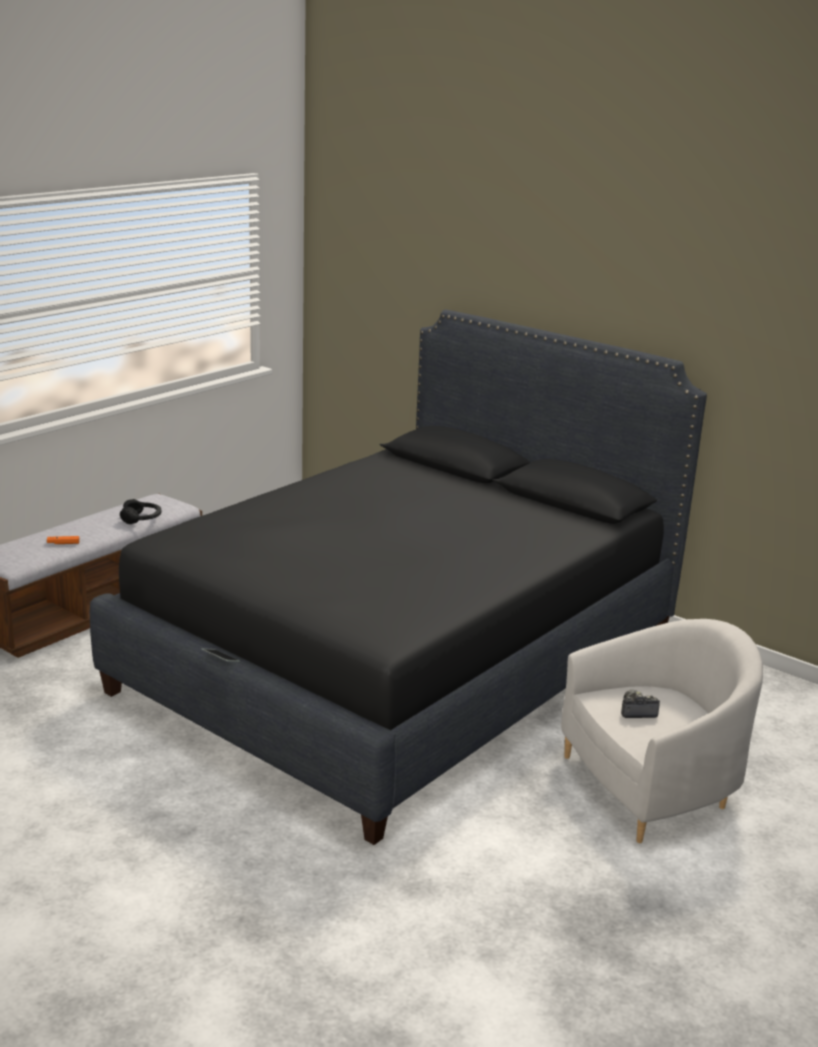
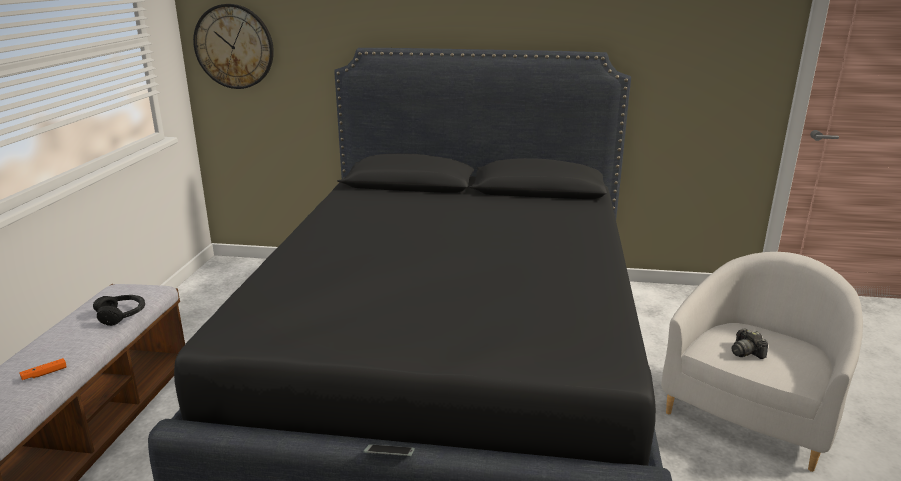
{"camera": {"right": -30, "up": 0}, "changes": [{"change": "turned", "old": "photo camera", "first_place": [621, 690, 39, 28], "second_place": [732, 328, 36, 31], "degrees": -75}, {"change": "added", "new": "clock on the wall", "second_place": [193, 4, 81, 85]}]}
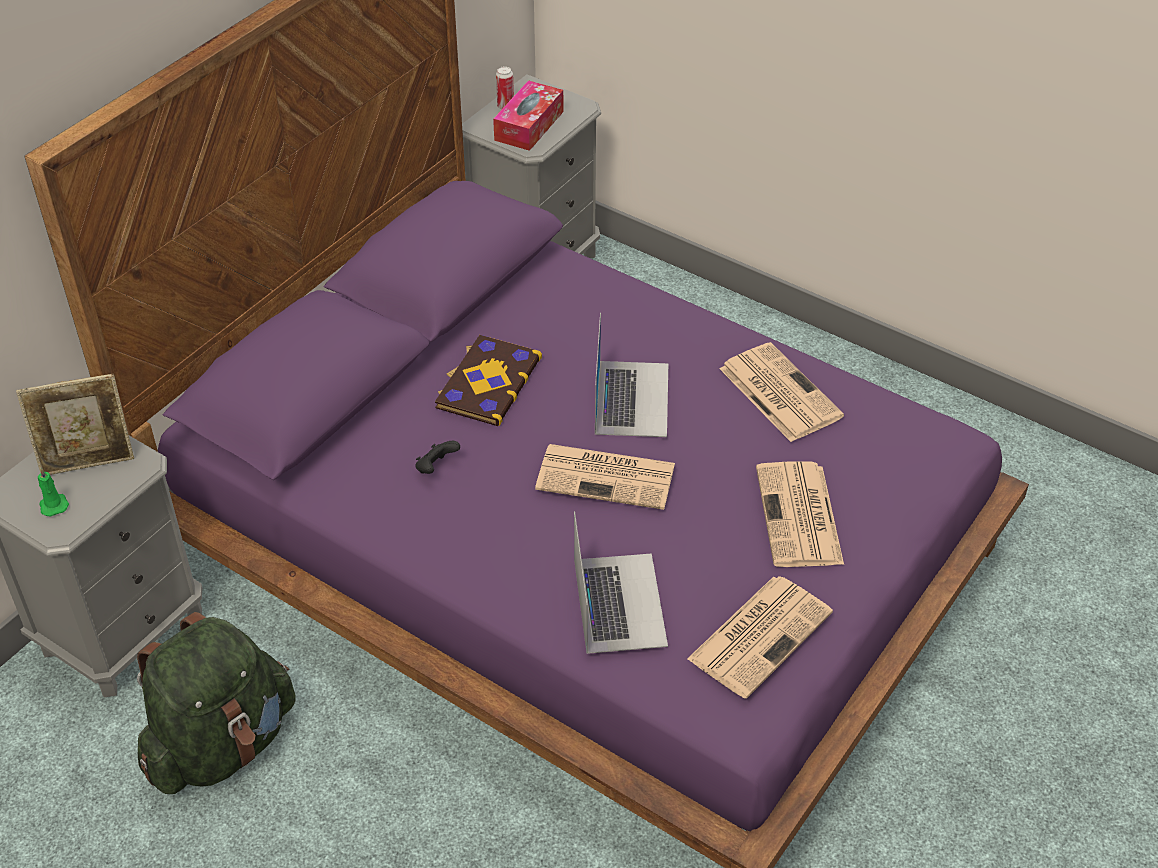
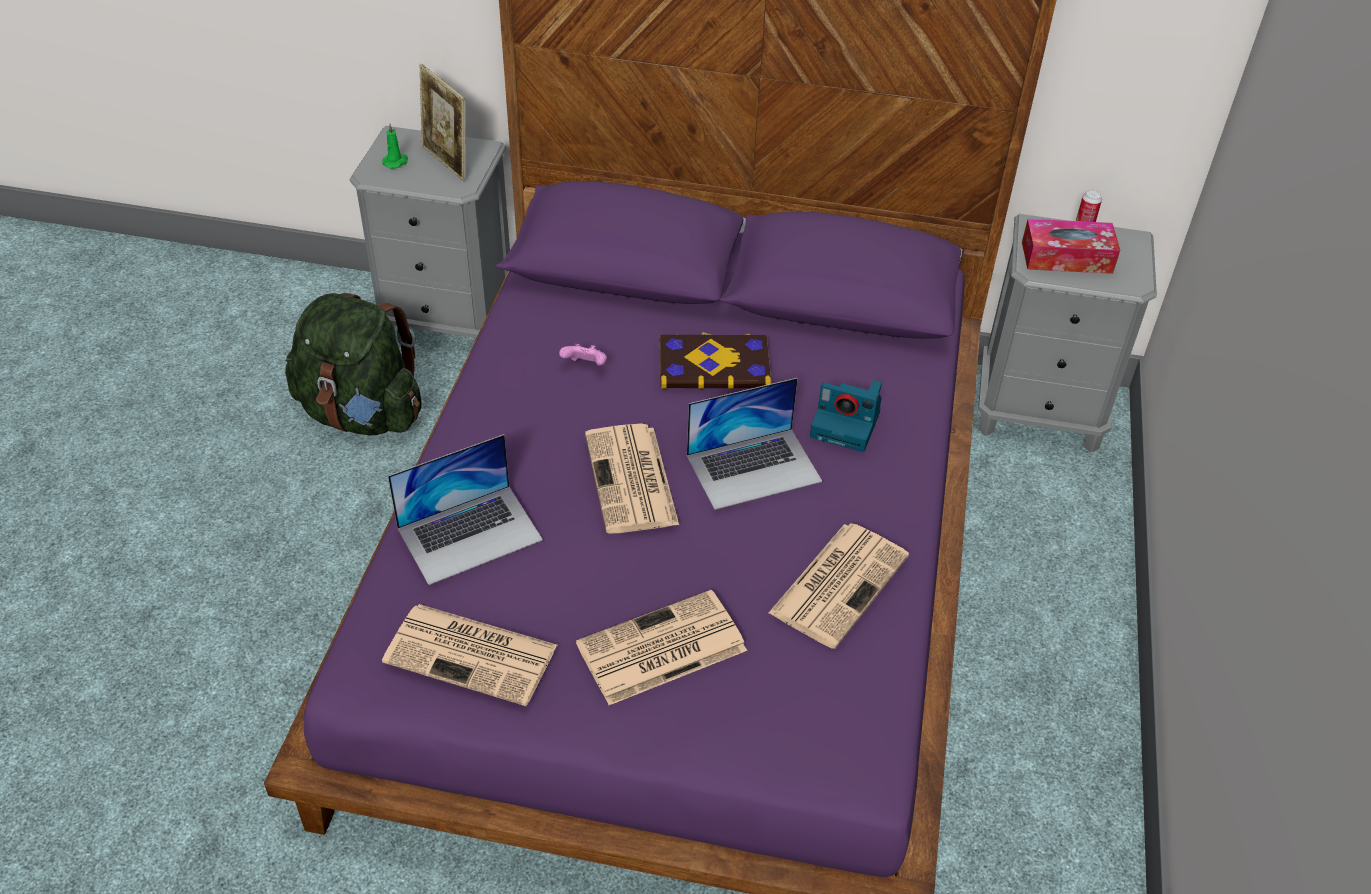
{"camera": {"right": 65, "up": 0}, "changes": [{"change": "recoloured", "old": "joypad in blackish", "new": "joypad in pink", "first_place": [415, 441, 45, 33], "second_place": [559, 344, 48, 22]}, {"change": "added", "new": "photo camera", "second_place": [810, 380, 72, 72]}]}
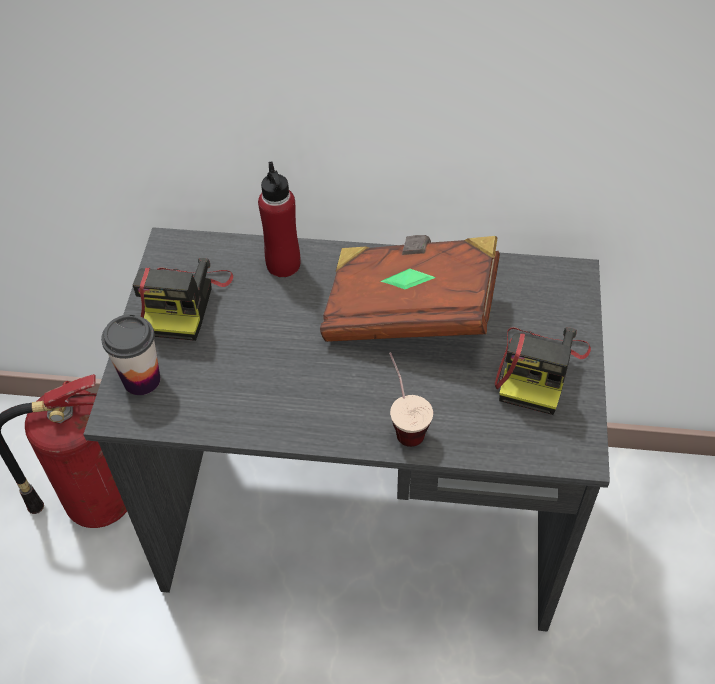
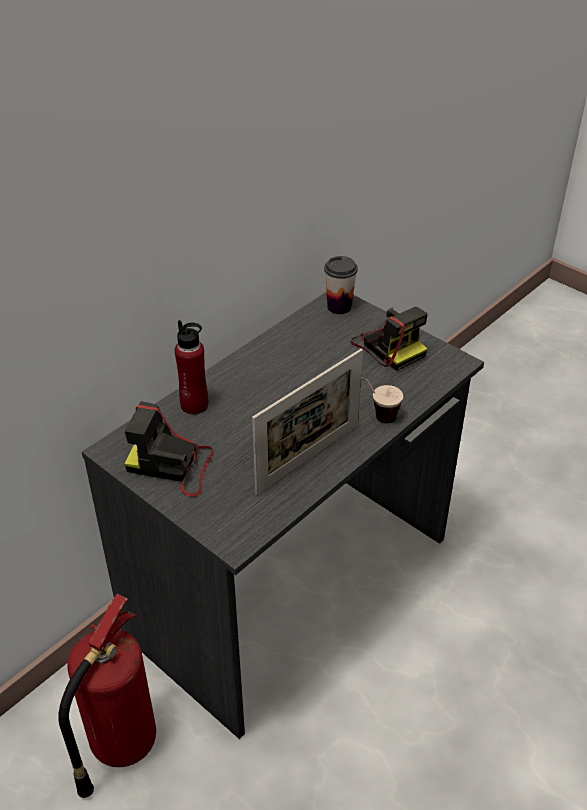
{"camera": {"right": -55, "up": -10}, "changes": [{"change": "moved", "old": "small cup", "first_place": [101, 315, 59, 80], "second_place": [324, 256, 34, 58]}, {"change": "turned", "old": "photo camera", "first_place": [133, 258, 100, 83], "second_place": [124, 401, 90, 96], "degrees": 150}, {"change": "removed", "old": "bound book in brown-coloured", "first_place": [320, 235, 180, 107]}, {"change": "added", "new": "photo frame", "second_place": [252, 349, 111, 146]}]}
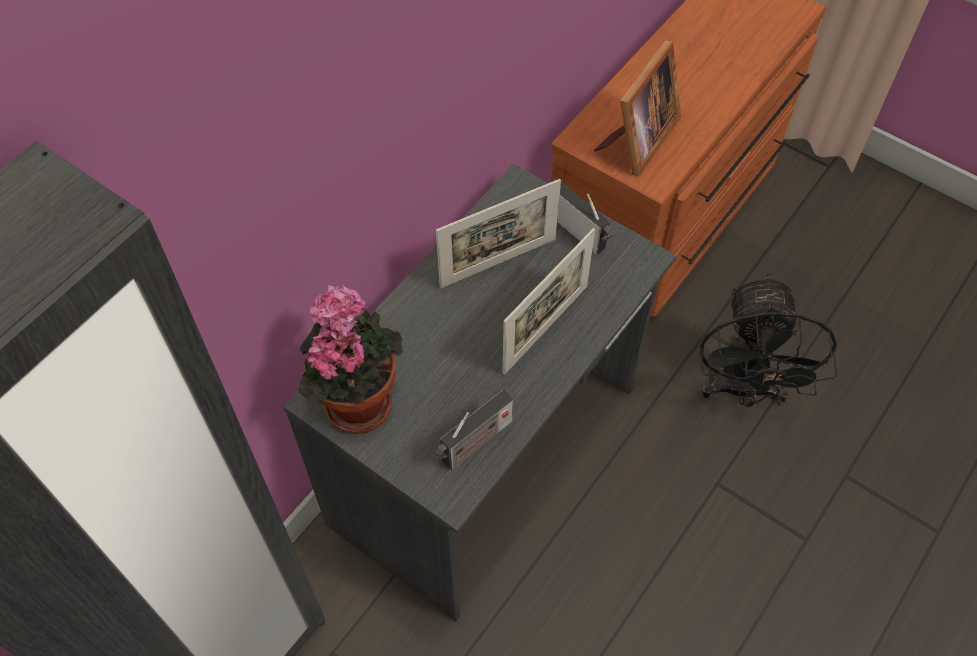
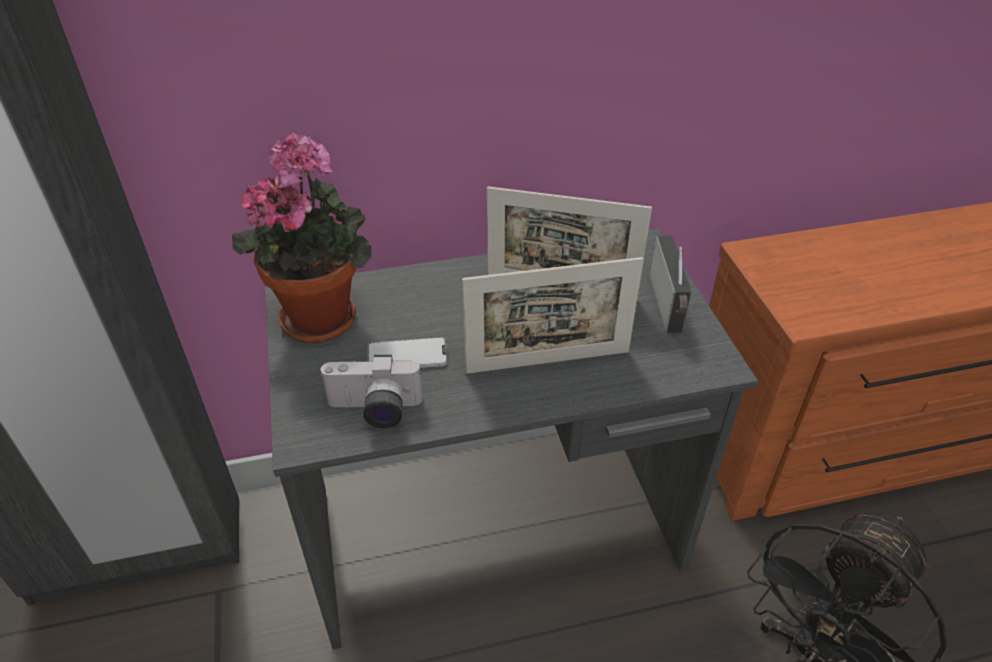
{"camera": {"right": 40, "up": -15}, "changes": [{"change": "replaced", "old": "radio", "new": "photo camera", "first_place": [436, 390, 77, 80], "second_place": [319, 355, 104, 73]}, {"change": "removed", "old": "photo frame", "first_place": [594, 40, 87, 136]}, {"change": "added", "new": "telephone", "second_place": [368, 337, 79, 31]}]}
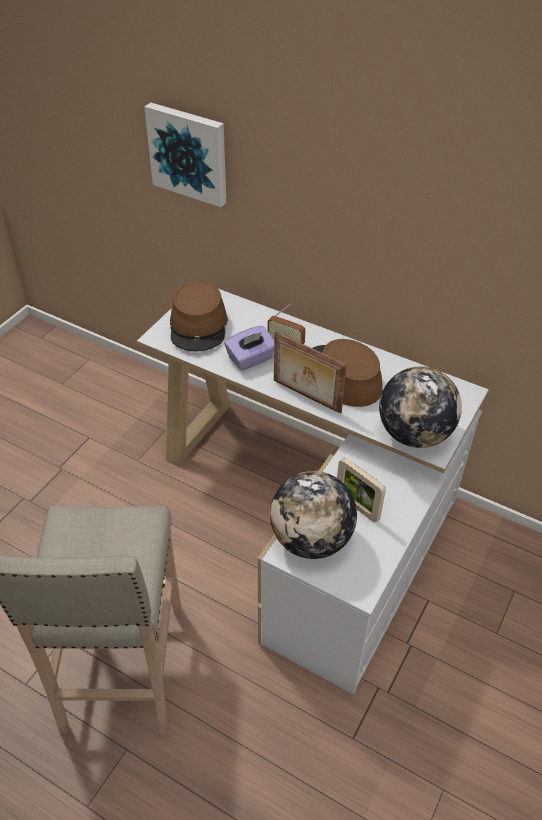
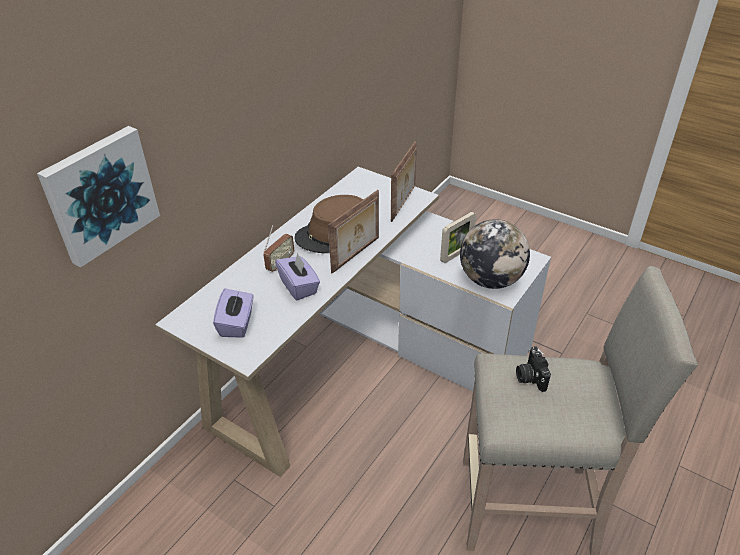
{"camera": {"right": -85, "up": -5}, "changes": [{"change": "replaced", "old": "hat in brown-coloured", "new": "tissue holder in purple", "first_place": [170, 281, 58, 71], "second_place": [213, 288, 41, 50]}, {"change": "replaced", "old": "desk globe", "new": "photo frame", "first_place": [379, 366, 83, 82], "second_place": [391, 141, 26, 81]}, {"change": "added", "new": "photo camera", "second_place": [516, 346, 35, 46]}]}
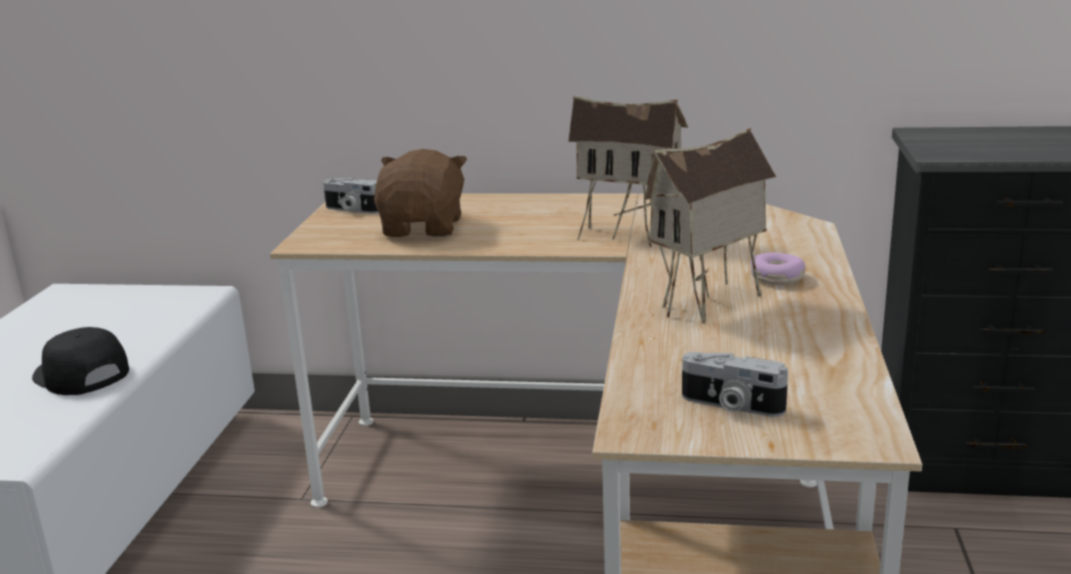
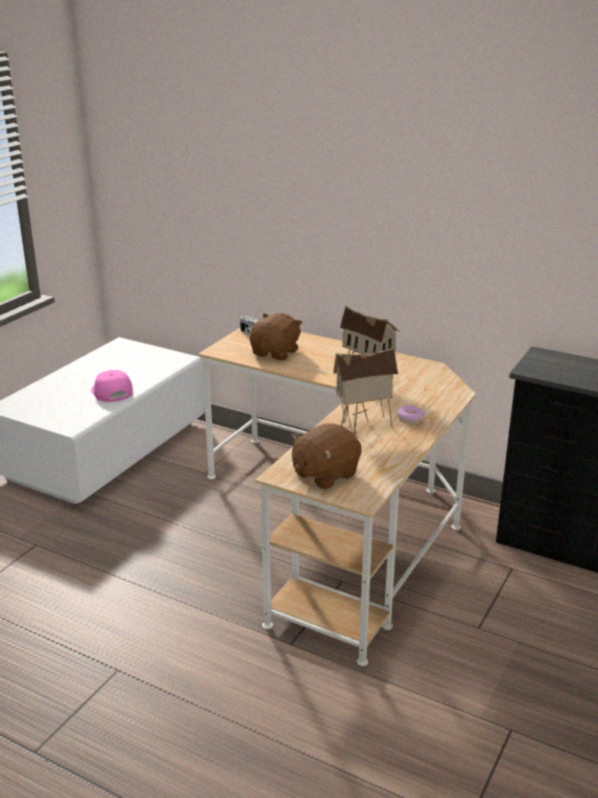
{"camera": {"right": 20, "up": 5}, "changes": [{"change": "recoloured", "old": "baseball cap in blackish", "new": "baseball cap in pink", "first_place": [32, 327, 97, 68], "second_place": [91, 370, 42, 32]}, {"change": "replaced", "old": "photo camera", "new": "soft toy in brown-coloured", "first_place": [682, 352, 106, 65], "second_place": [291, 423, 71, 66]}]}
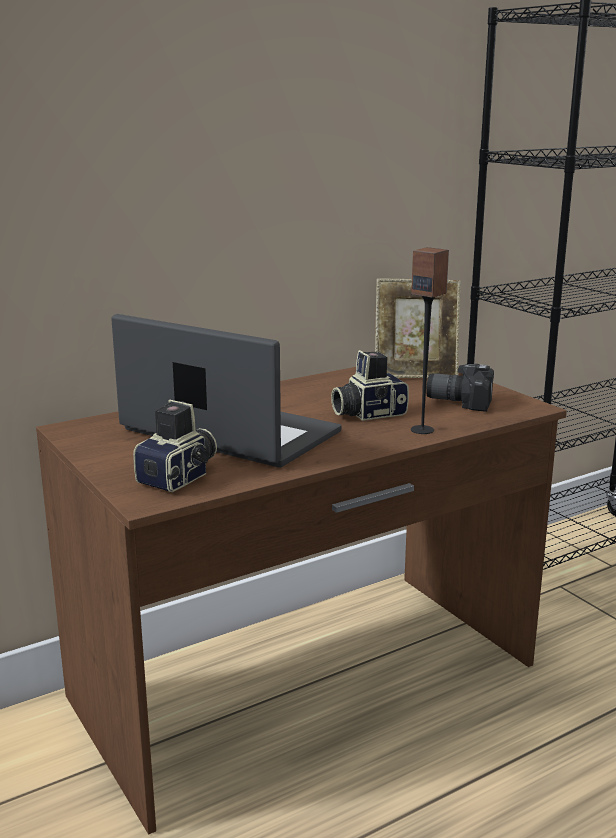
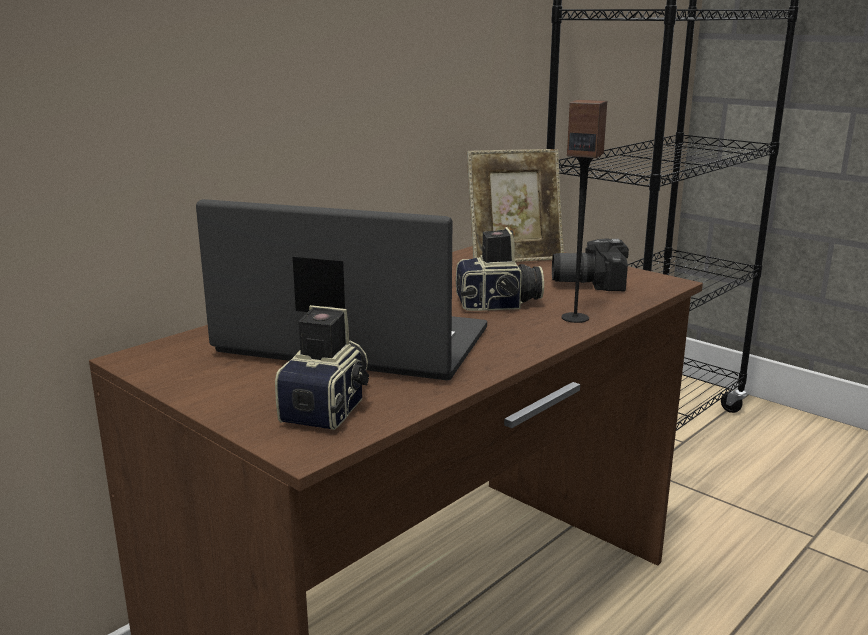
{"camera": {"right": -15, "up": 0}, "changes": [{"change": "turned", "old": "photo camera", "first_place": [331, 350, 78, 71], "second_place": [456, 227, 88, 84], "degrees": -150}]}
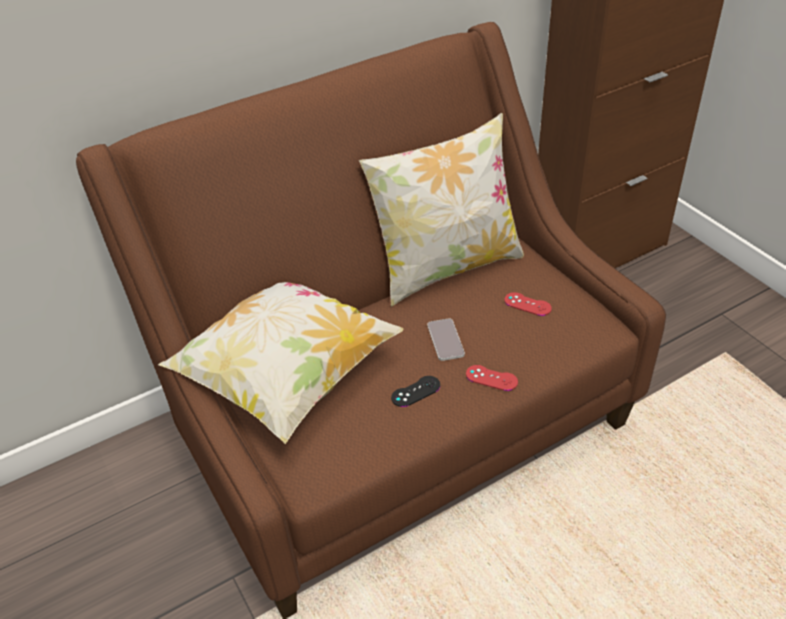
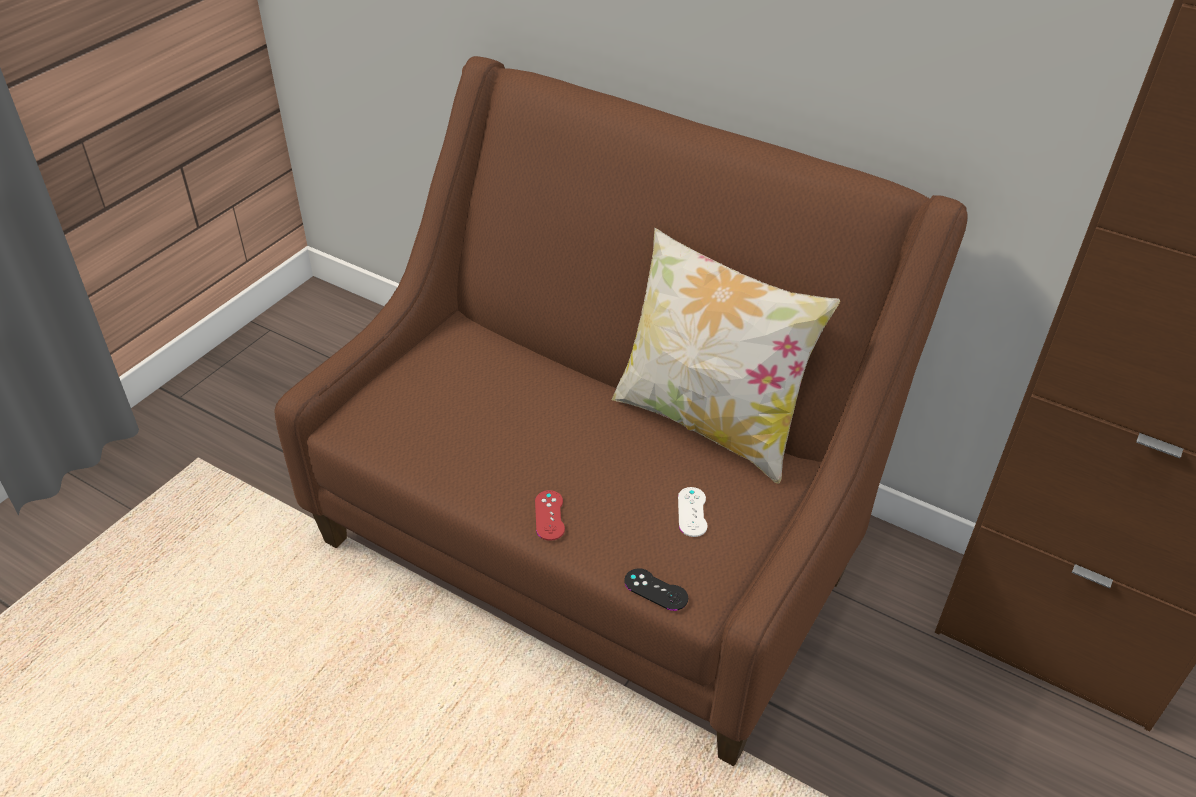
{"camera": {"right": 60, "up": 0}, "changes": [{"change": "removed", "old": "throw pillow", "first_place": [158, 282, 246, 162]}, {"change": "moved", "old": "joypad in blackish", "first_place": [391, 376, 49, 31], "second_place": [624, 568, 64, 43]}, {"change": "removed", "old": "telephone", "first_place": [427, 318, 38, 43]}, {"change": "recoloured", "old": "joypad in red", "new": "joypad in white", "first_place": [504, 292, 48, 24], "second_place": [678, 487, 30, 50]}]}
